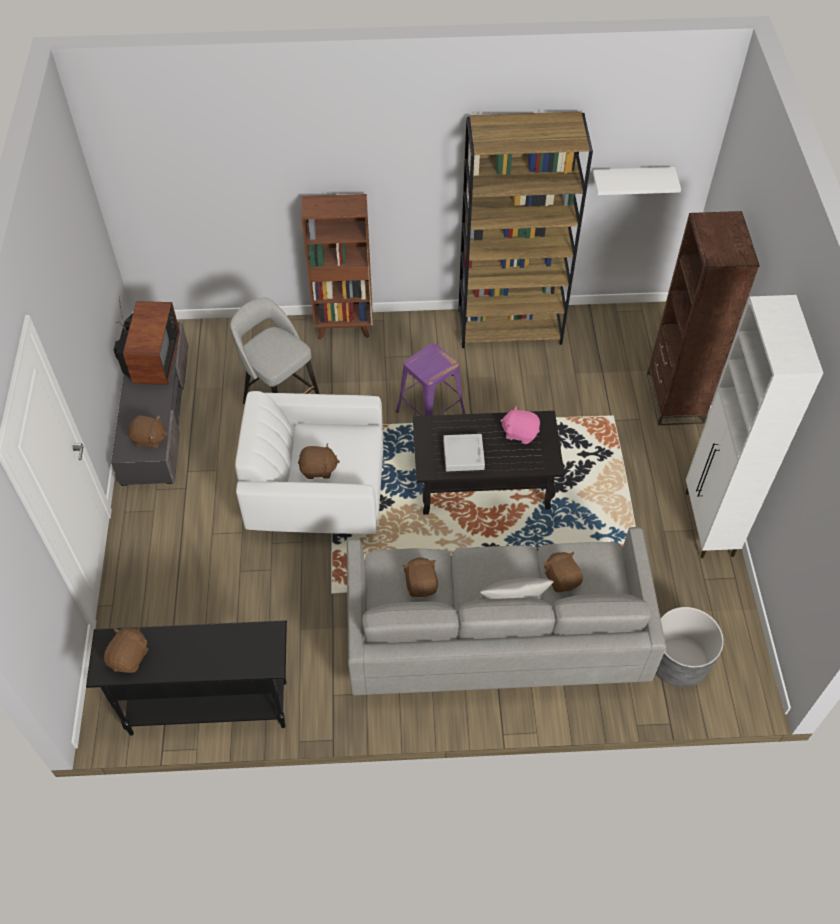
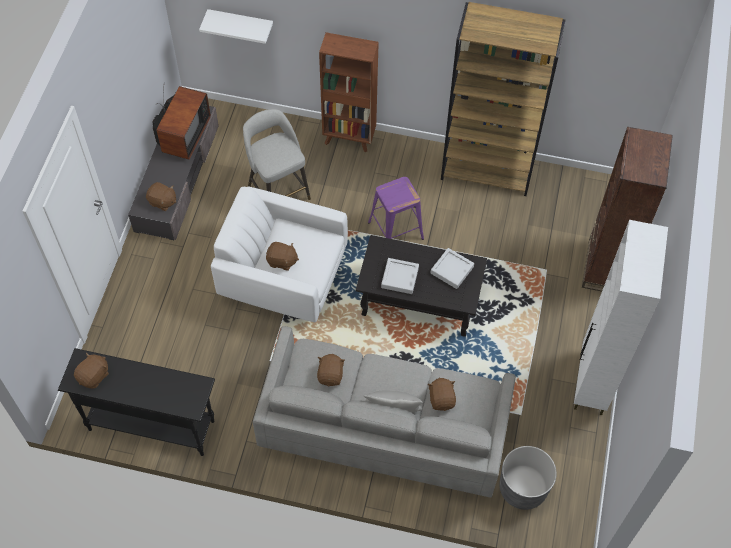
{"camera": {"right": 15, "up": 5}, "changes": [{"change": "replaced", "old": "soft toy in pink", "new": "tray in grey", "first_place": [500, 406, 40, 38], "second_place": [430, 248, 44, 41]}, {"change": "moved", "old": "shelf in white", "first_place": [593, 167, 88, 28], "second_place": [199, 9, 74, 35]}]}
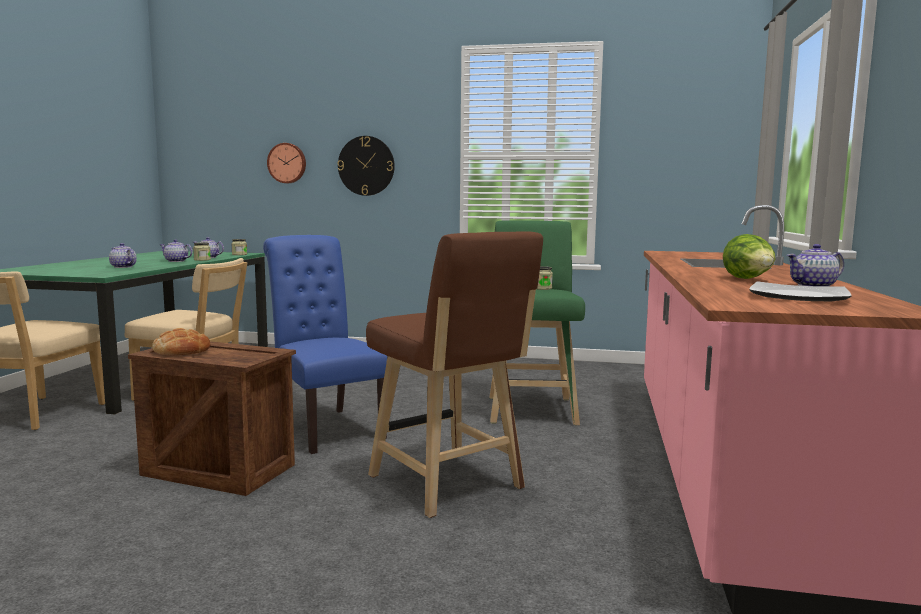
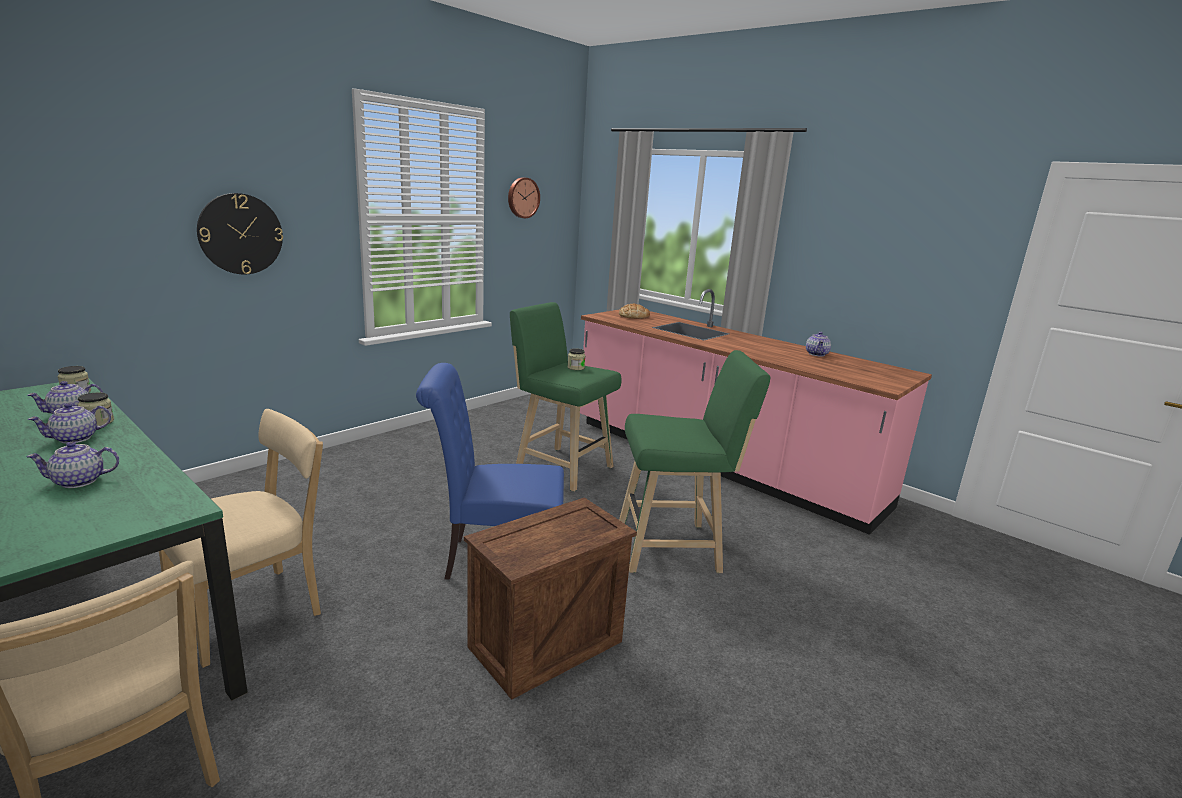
{"camera": {"right": -60, "up": 10}, "changes": [{"change": "moved", "old": "baked bread", "first_place": [152, 328, 59, 27], "second_place": [619, 304, 31, 15]}, {"change": "moved", "old": "clock on the wall", "first_place": [267, 143, 39, 40], "second_place": [508, 177, 32, 41]}, {"change": "recoloured", "old": "sitting stool in brown-coloured", "new": "sitting stool in greenish", "first_place": [366, 231, 177, 287], "second_place": [619, 350, 151, 223]}, {"change": "removed", "old": "head of lettuce", "first_place": [723, 234, 52, 45]}, {"change": "removed", "old": "flat dish", "first_place": [749, 282, 103, 19]}]}
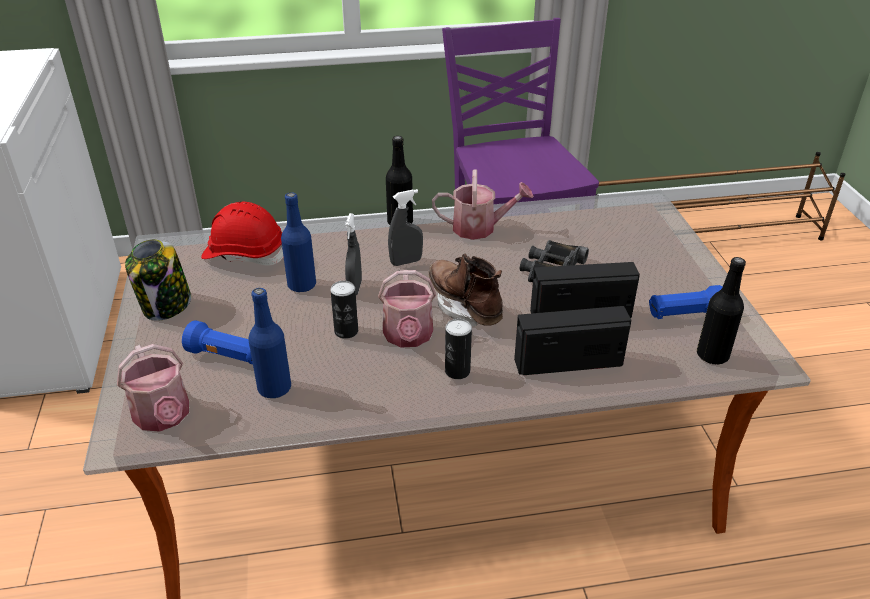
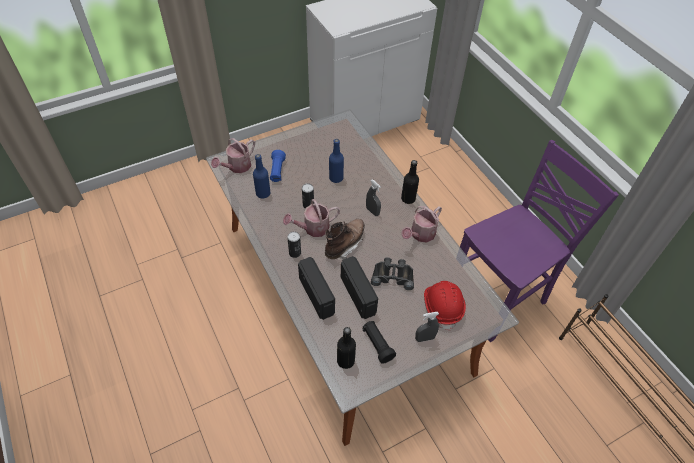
{"camera": {"right": 70, "up": 15}, "changes": [{"change": "removed", "old": "jar", "first_place": [125, 239, 66, 82]}, {"change": "moved", "old": "work helmet in red", "first_place": [201, 202, 83, 64], "second_place": [424, 281, 42, 50]}, {"change": "moved", "old": "sprayer in grey", "first_place": [345, 213, 17, 82], "second_place": [415, 312, 24, 30]}, {"change": "turned", "old": "sprinkling can", "first_place": [432, 169, 102, 71], "second_place": [401, 206, 41, 37], "degrees": 60}, {"change": "recoloured", "old": "flashlight in bluish", "new": "flashlight in blackish", "first_place": [649, 285, 73, 34], "second_place": [363, 321, 33, 43]}]}
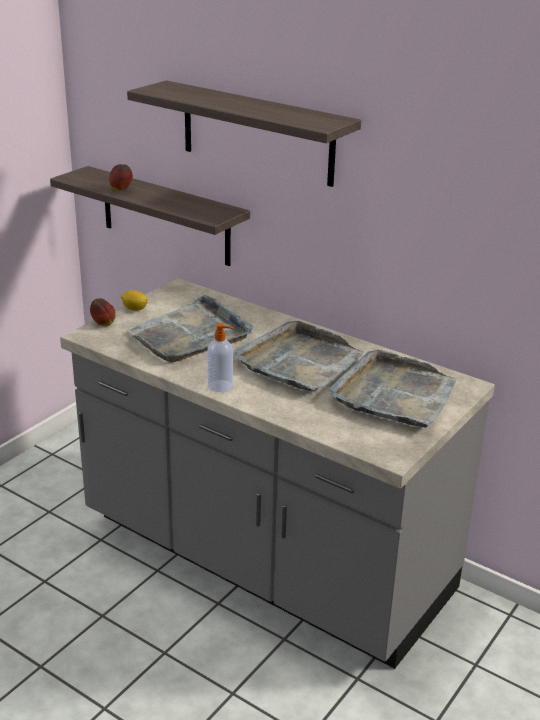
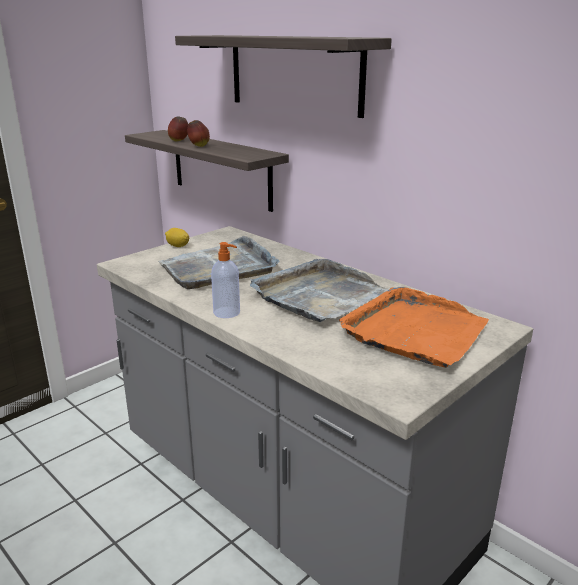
{"camera": {"right": 10, "up": -5}, "changes": [{"change": "moved", "old": "apple fruit", "first_place": [90, 298, 25, 28], "second_place": [187, 120, 23, 27]}, {"change": "recoloured", "old": "tray in grey", "new": "tray in orange-coloured", "first_place": [329, 350, 128, 78], "second_place": [339, 287, 150, 81]}]}
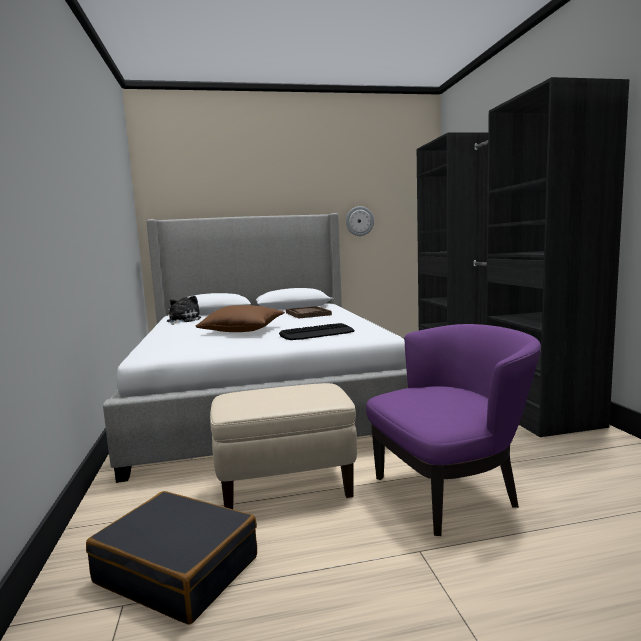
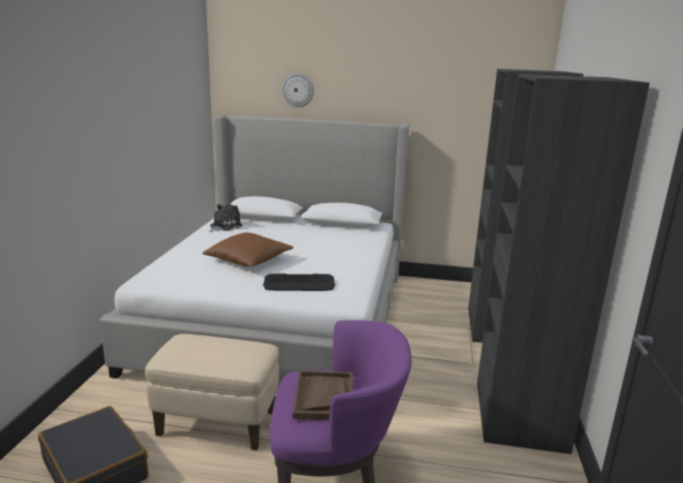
{"camera": {"right": 20, "up": 10}, "changes": [{"change": "moved", "old": "tray in brown-coloured", "first_place": [286, 306, 46, 13], "second_place": [293, 370, 60, 50]}, {"change": "moved", "old": "clock on the wall", "first_place": [346, 206, 28, 30], "second_place": [282, 73, 32, 34]}]}
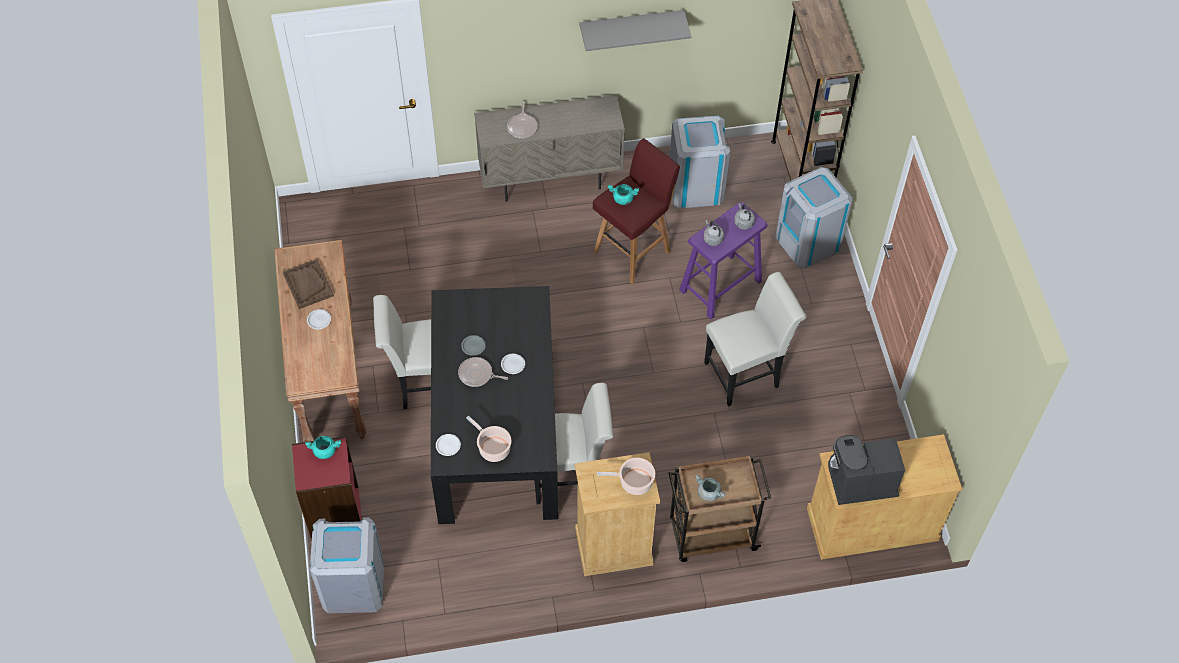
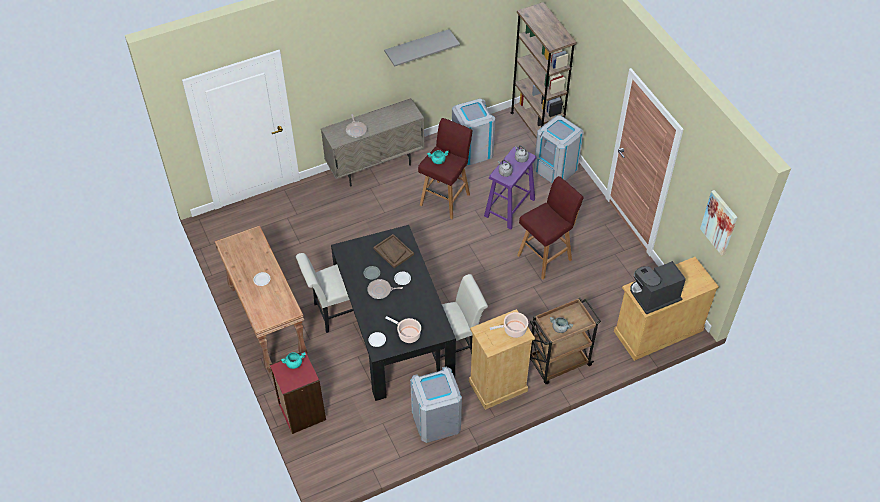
{"camera": {"right": -15, "up": -5}, "changes": [{"change": "moved", "old": "tray in brown-coloured", "first_place": [283, 259, 51, 50], "second_place": [373, 234, 41, 34]}, {"change": "moved", "old": "trash can in grey", "first_place": [310, 517, 74, 97], "second_place": [410, 367, 52, 76]}, {"change": "replaced", "old": "upright chair in white", "new": "sitting stool in red", "first_place": [704, 272, 103, 134], "second_place": [517, 176, 67, 104]}, {"change": "added", "new": "wall art", "second_place": [700, 190, 37, 66]}]}
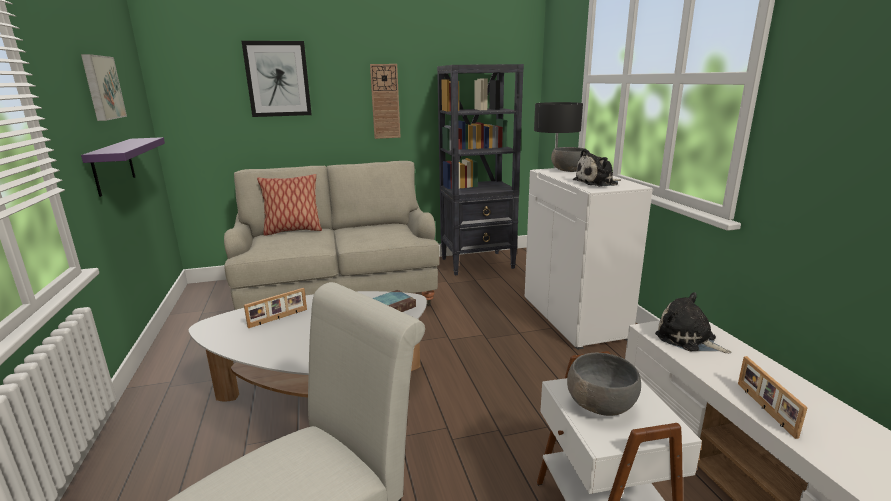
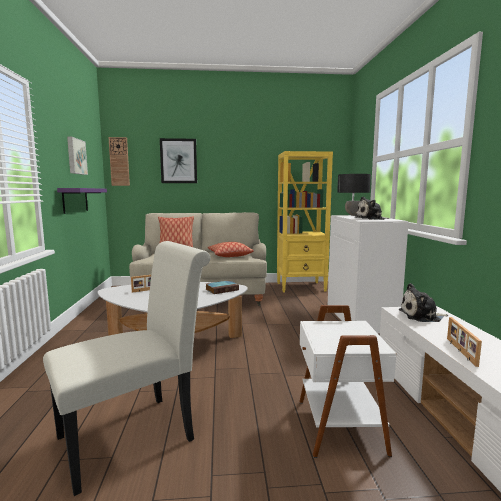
{"camera": {"right": 10, "up": -10}, "changes": [{"change": "moved", "old": "clock on the wall", "first_place": [370, 64, 31, 75], "second_place": [108, 137, 22, 49]}, {"change": "recoloured", "old": "shelving unit in blackish", "new": "shelving unit in yellow-coloured", "first_place": [437, 64, 87, 211], "second_place": [277, 151, 56, 141]}, {"change": "removed", "old": "bowl in grey", "first_place": [567, 353, 74, 63]}, {"change": "turned", "old": "soft toy", "first_place": [655, 292, 76, 61], "second_place": [399, 283, 49, 39], "degrees": -60}, {"change": "added", "new": "throw pillow", "second_place": [208, 242, 46, 15]}]}
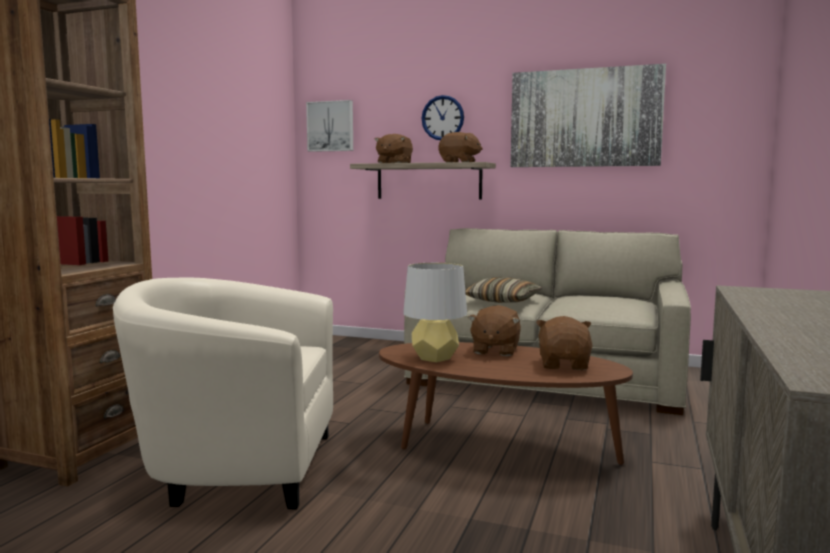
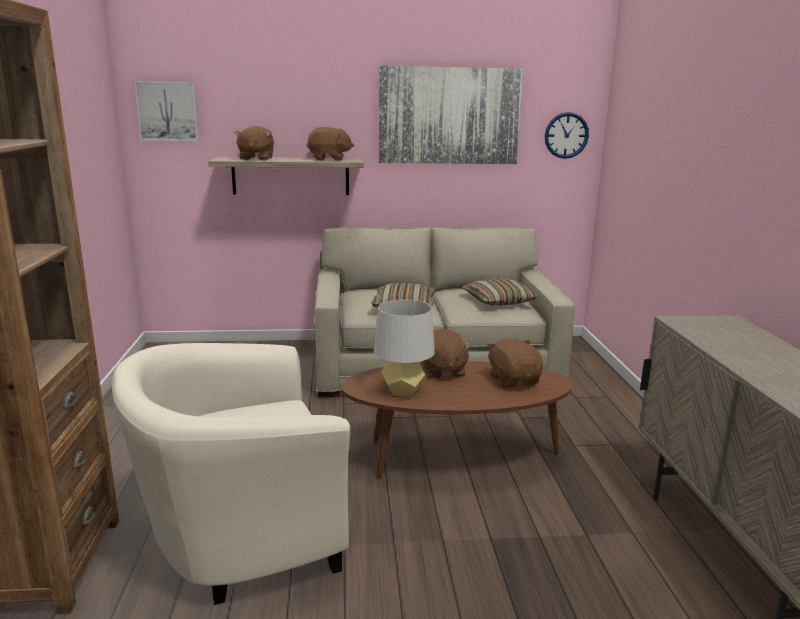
{"camera": {"right": -25, "up": 10}, "changes": [{"change": "moved", "old": "clock on the wall", "first_place": [422, 95, 42, 45], "second_place": [545, 112, 44, 47]}, {"change": "added", "new": "throw pillow", "second_place": [462, 278, 77, 28]}]}
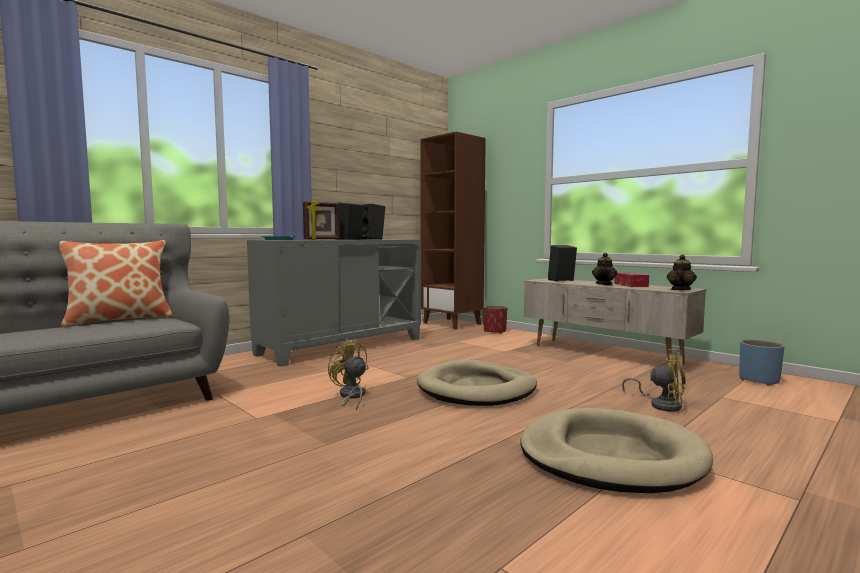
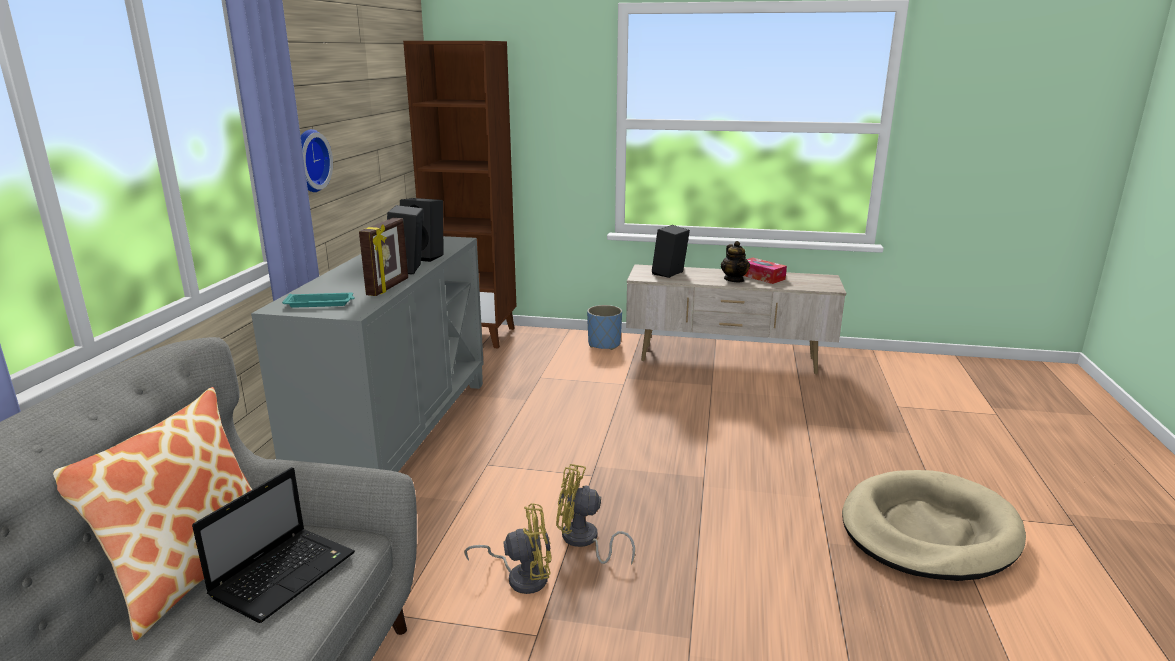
{"camera": {"right": -35, "up": 15}, "changes": [{"change": "removed", "old": "dog bed in beige-coloured", "first_place": [417, 360, 120, 46]}, {"change": "removed", "old": "planter in red", "first_place": [483, 305, 24, 29]}, {"change": "moved", "old": "cooling fan in yellow-coloured", "first_place": [622, 349, 64, 63], "second_place": [464, 504, 87, 90]}, {"change": "removed", "old": "tea pot", "first_place": [667, 255, 30, 35]}, {"change": "moved", "old": "planter in bluish", "first_place": [739, 339, 46, 47], "second_place": [587, 305, 35, 45]}, {"change": "added", "new": "laptop", "second_place": [192, 467, 163, 156]}, {"change": "added", "new": "clock on the wall", "second_place": [301, 129, 32, 63]}]}
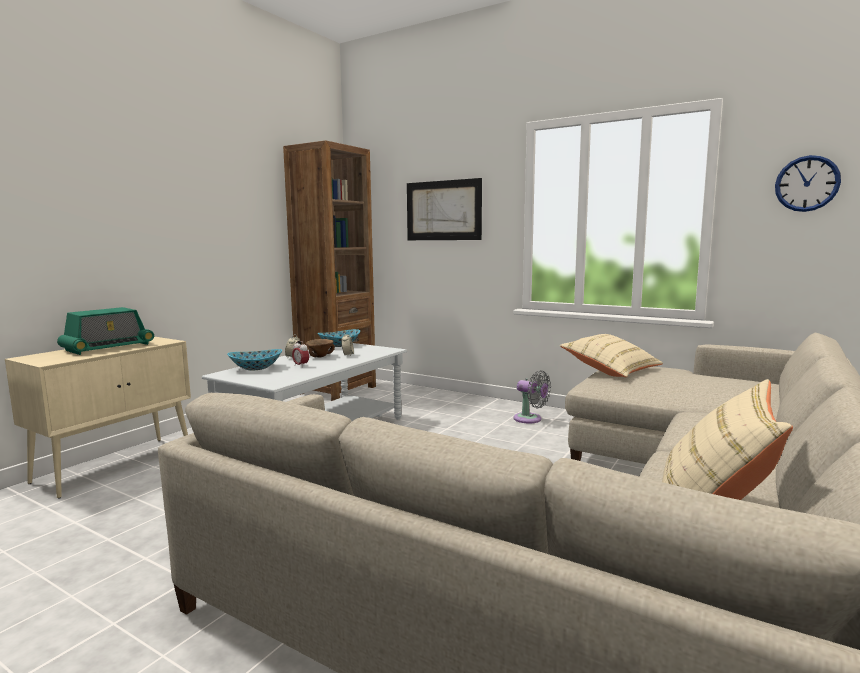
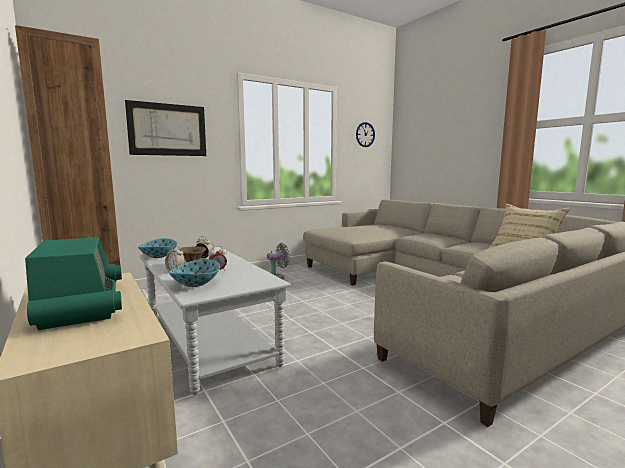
{"camera": {"right": -65, "up": 0}, "changes": [{"change": "removed", "old": "throw pillow in beige-coloured", "first_place": [560, 334, 103, 43]}]}
